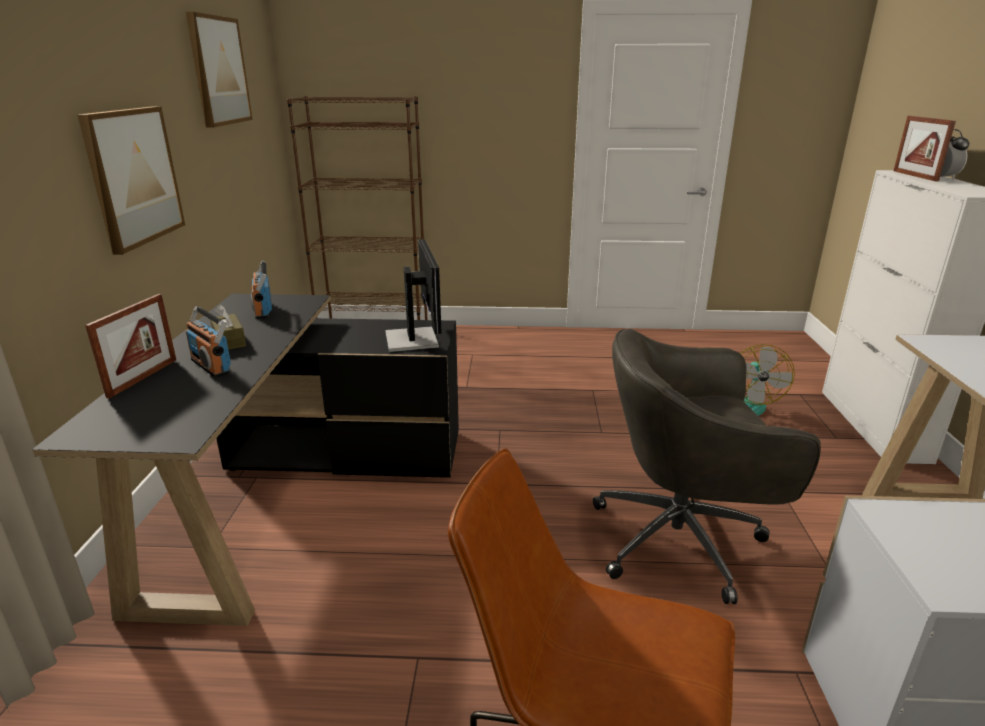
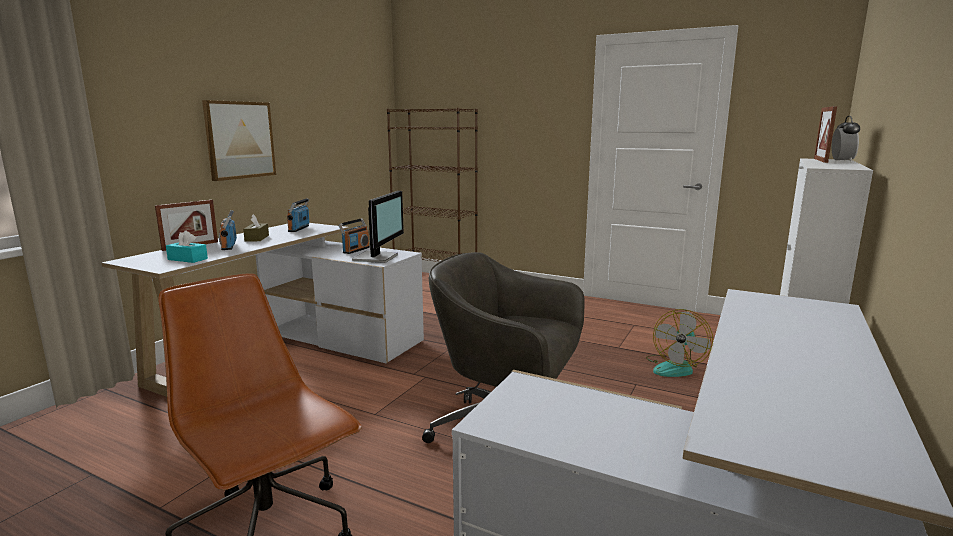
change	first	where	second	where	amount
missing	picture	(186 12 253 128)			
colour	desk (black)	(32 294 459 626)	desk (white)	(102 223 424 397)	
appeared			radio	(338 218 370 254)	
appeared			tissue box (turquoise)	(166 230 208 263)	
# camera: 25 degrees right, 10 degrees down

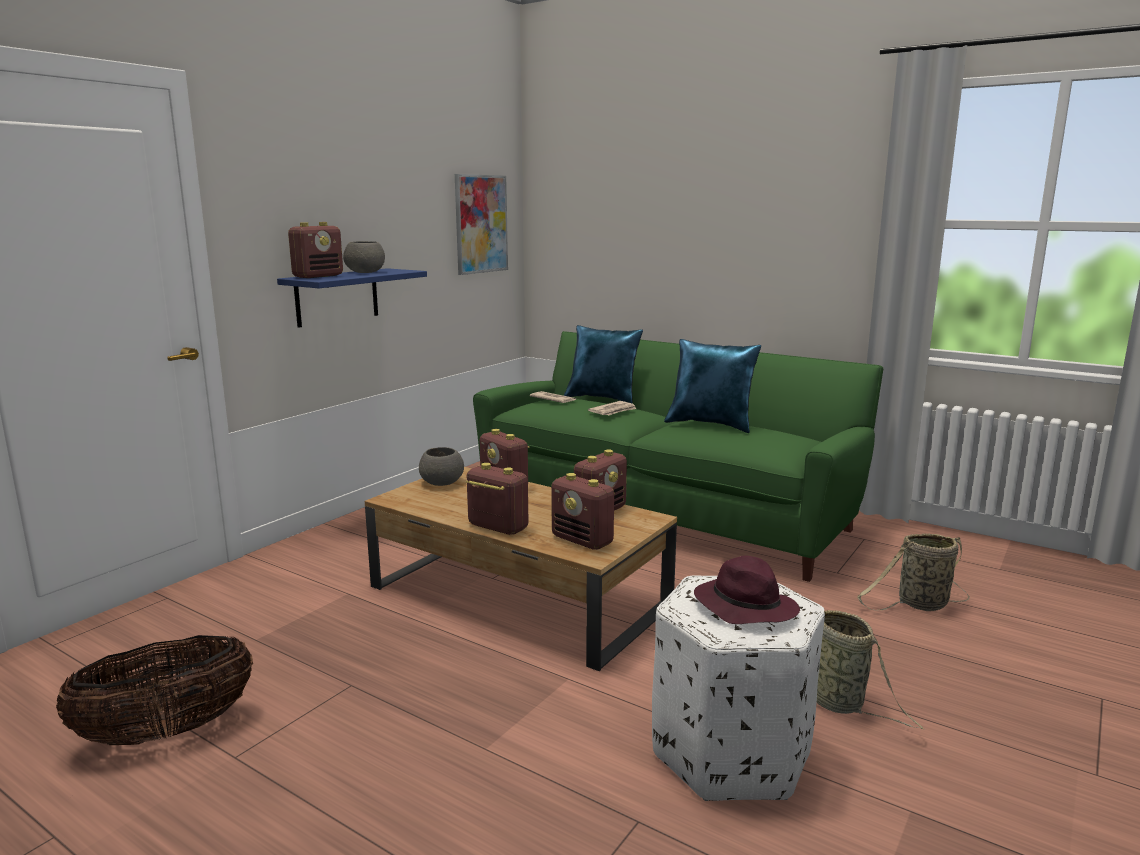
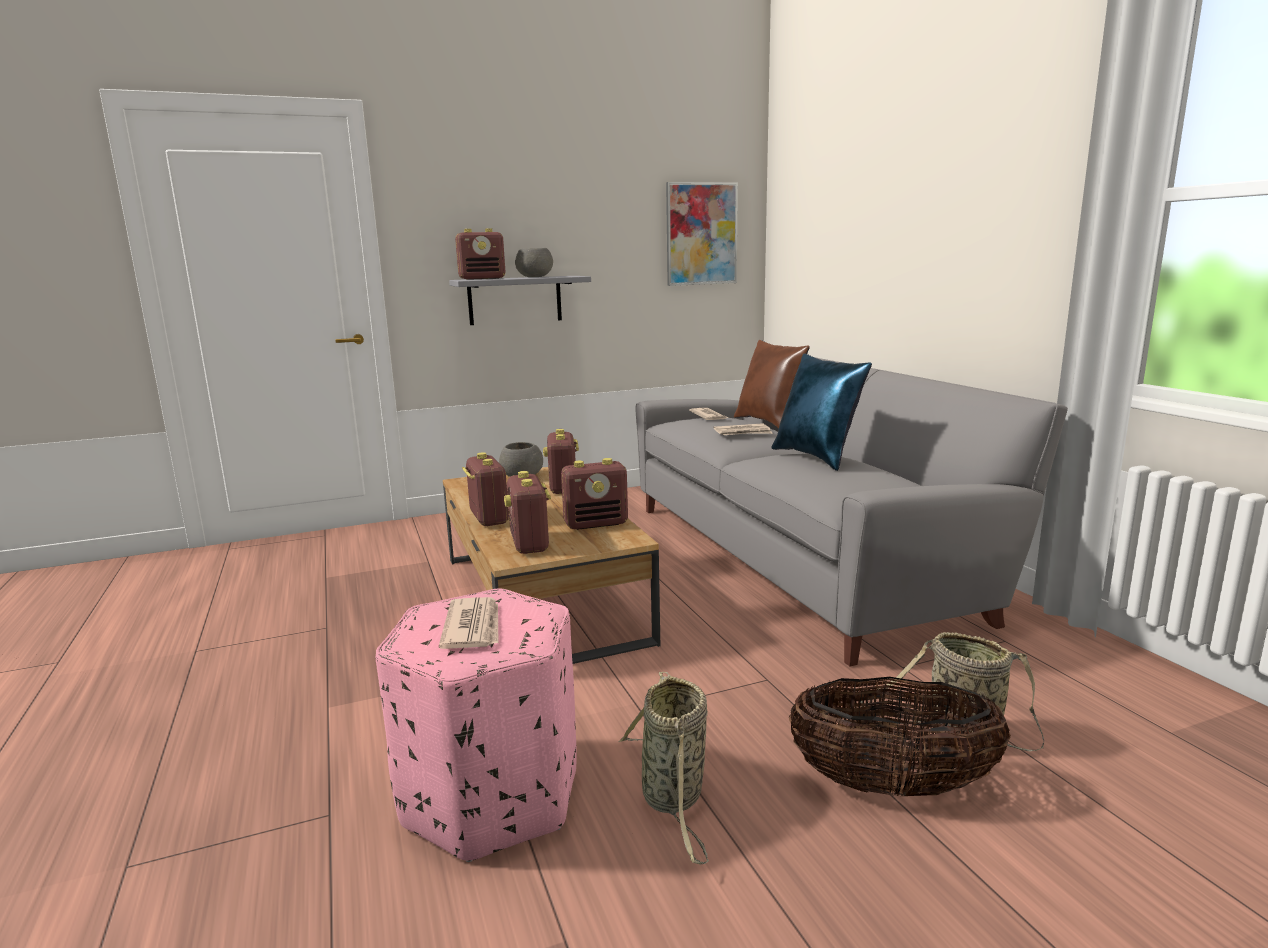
change	first	where	second	where	amount
colour	shelf (blue)	(277 268 427 328)	shelf (grey)	(449 276 591 325)	
colour	pillow (blue)	(564 325 643 404)	pillow (brown)	(734 340 810 428)	
colour	sofa (green)	(473 331 883 582)	sofa (grey)	(635 357 1068 666)	
exchanged	hat (purple)	(694 556 800 624)	newspaper	(439 597 499 649)	
colour	ottoman (white)	(652 576 825 801)	ottoman (pink)	(376 588 577 862)	
relocated	basket	(56 635 253 745)		(789 677 1011 796)	
# camera: 35 degrees right, 0 degrees up

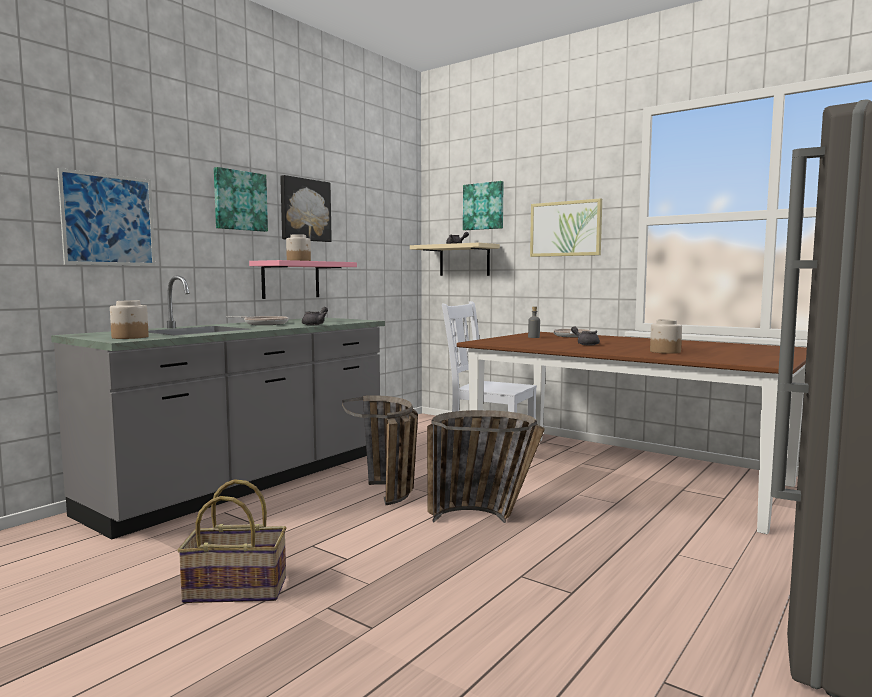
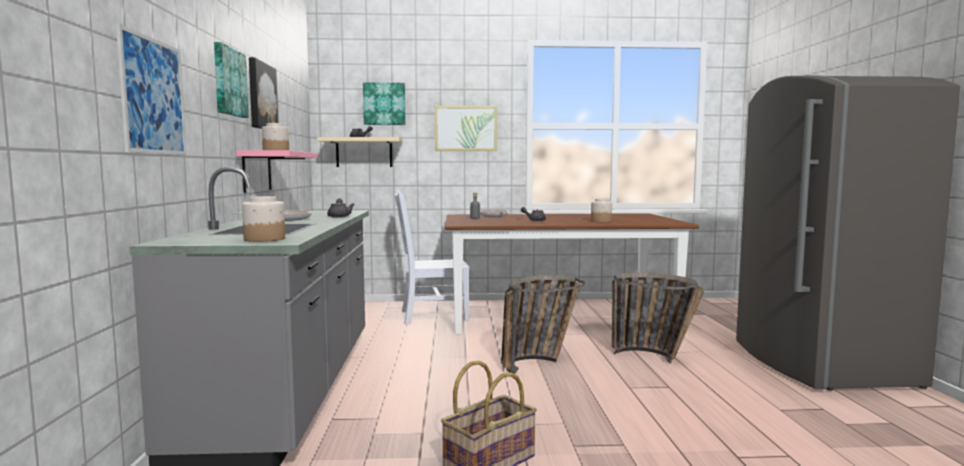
change	first	where	second	where	amount
relocated	basket	(342 395 418 505)		(612 273 704 363)	
# camera: 40 degrees left, 0 degrees up

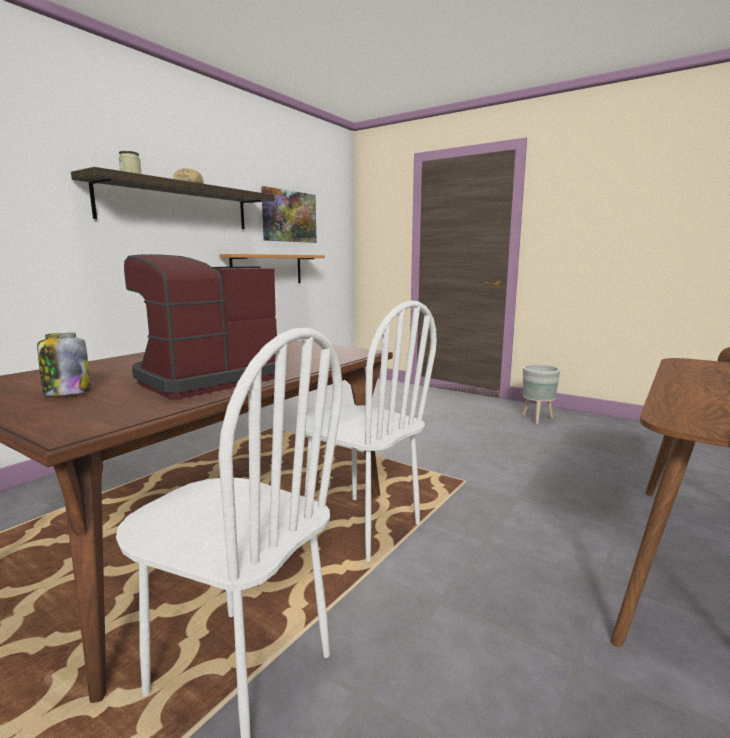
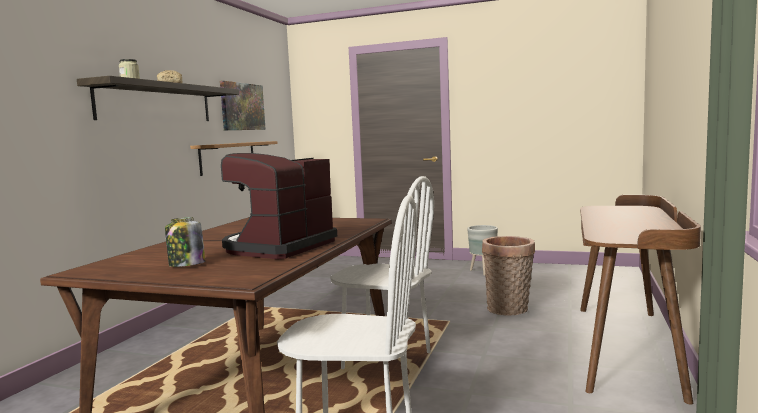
change	first	where	second	where	amount
appeared			basket	(482 236 535 316)	
# camera: 15 degrees left, 5 degrees down

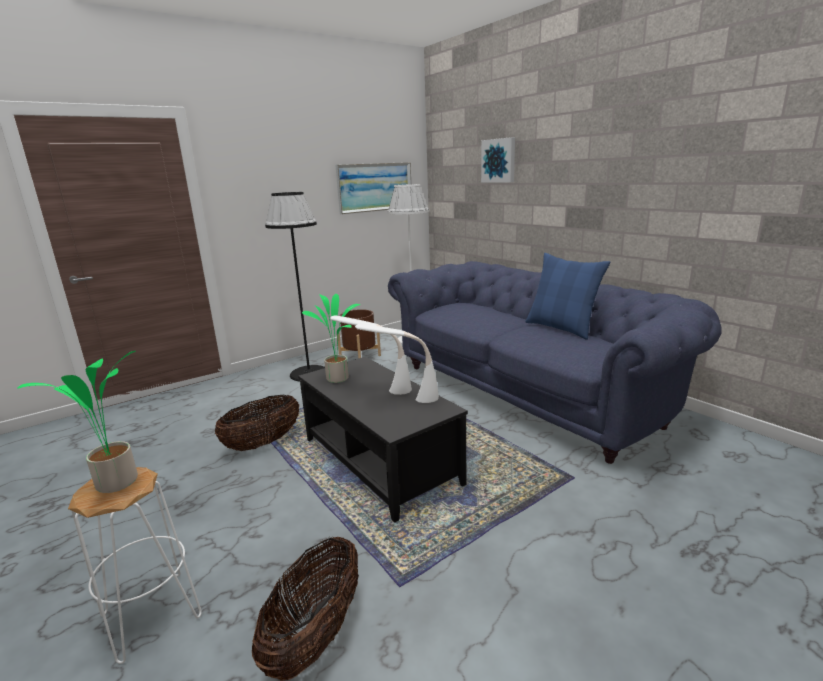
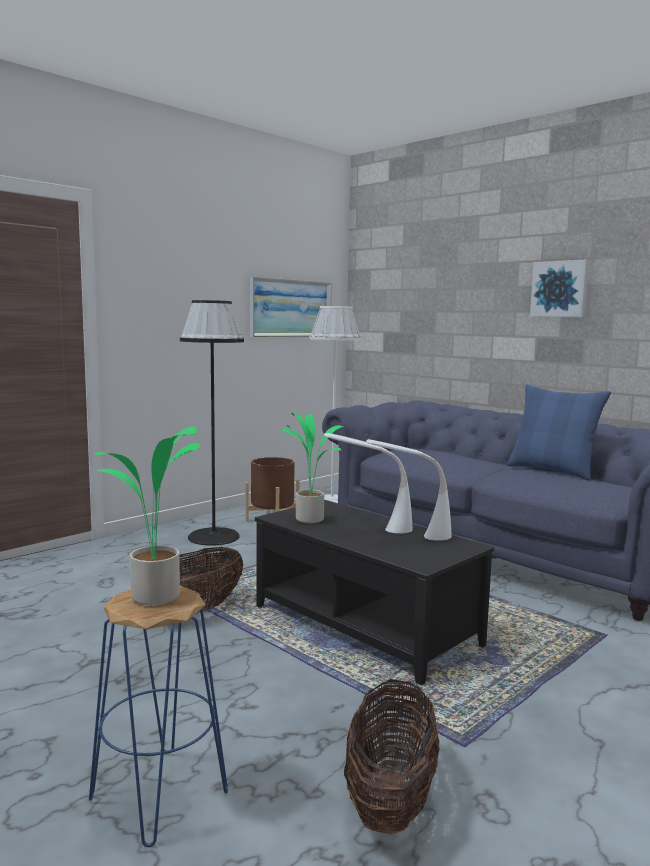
change	first	where	second	where	amount
relocated	picture	(481 137 515 183)		(530 260 589 317)	
colour	stool (white)	(68 467 202 664)	stool (blue)	(89 586 228 847)	
# camera: 10 degrees left, 10 degrees down

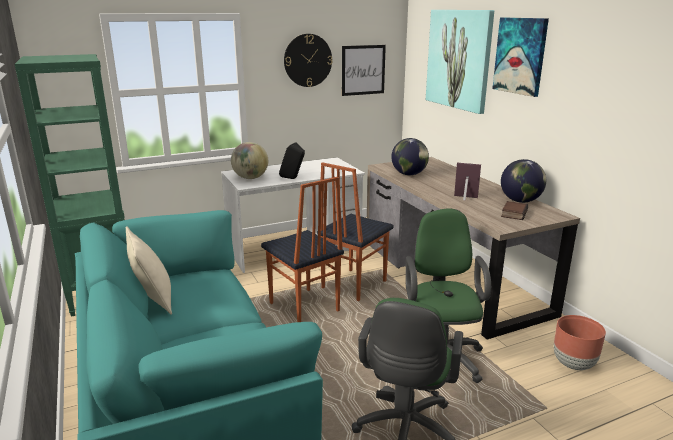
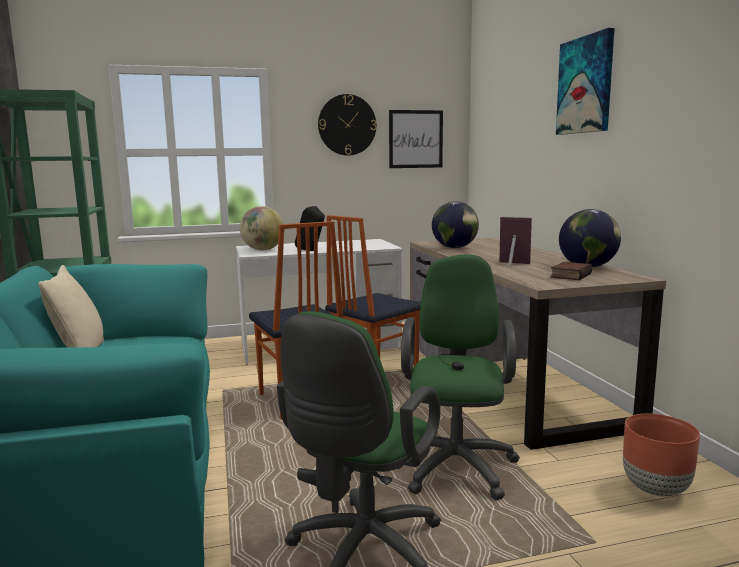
change	first	where	second	where	amount
missing	picture	(426 10 494 114)			
# camera: 10 degrees right, 10 degrees down

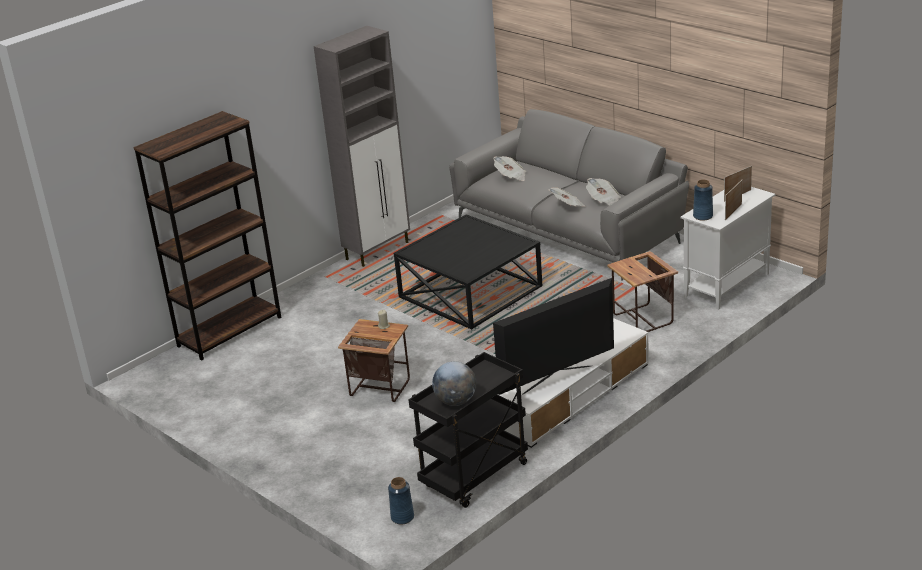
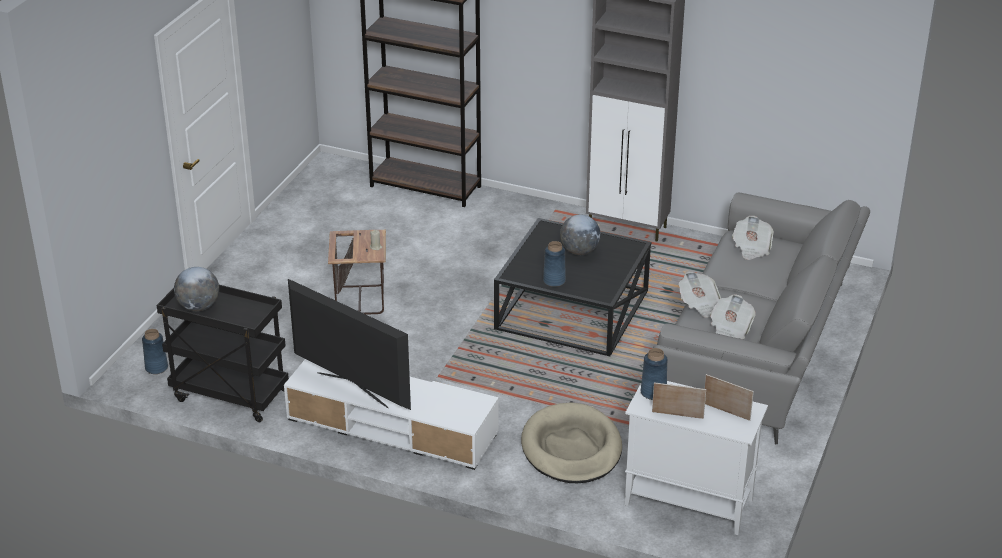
change	first	where	second	where	amount
exchanged	side table	(607 251 678 332)	dog bed (beige)	(521 402 622 483)	
appeared			globe	(560 214 601 255)	
appeared			vase (blue)	(543 241 566 287)	
# camera: 65 degrees right, 5 degrees up

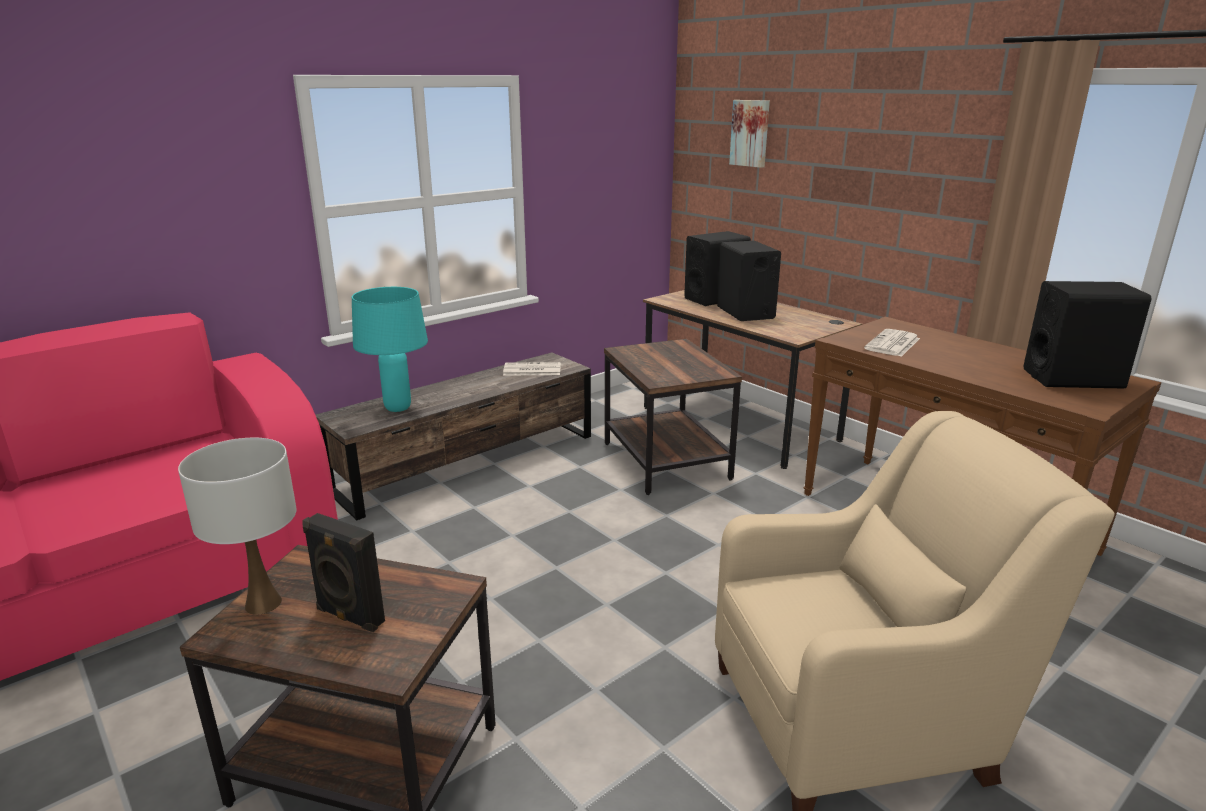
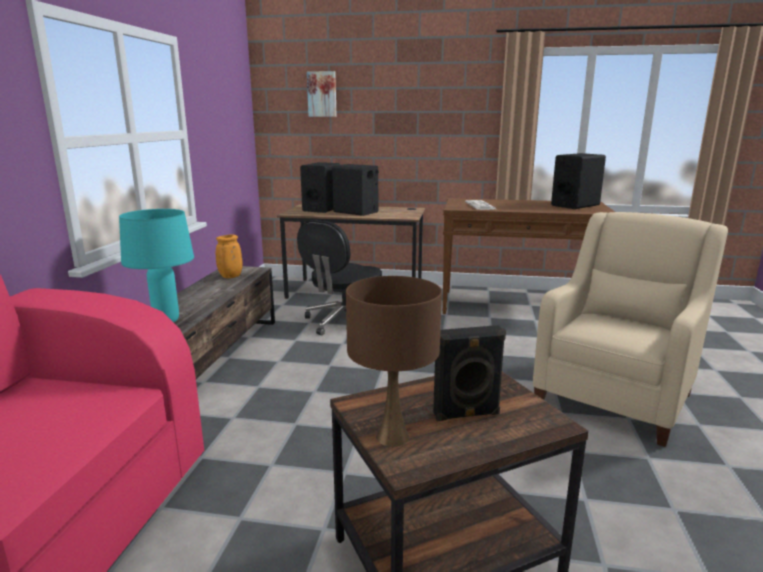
change	first	where	second	where	amount
exchanged	side table (brown)	(604 339 742 495)	office chair (black)	(297 220 382 336)	
exchanged	newspaper	(503 362 561 376)	vase (orange)	(216 234 243 278)	
colour	table lamp (white)	(178 438 297 615)	table lamp (brown)	(346 276 442 447)	
# camera: 40 degrees left, 5 degrees down

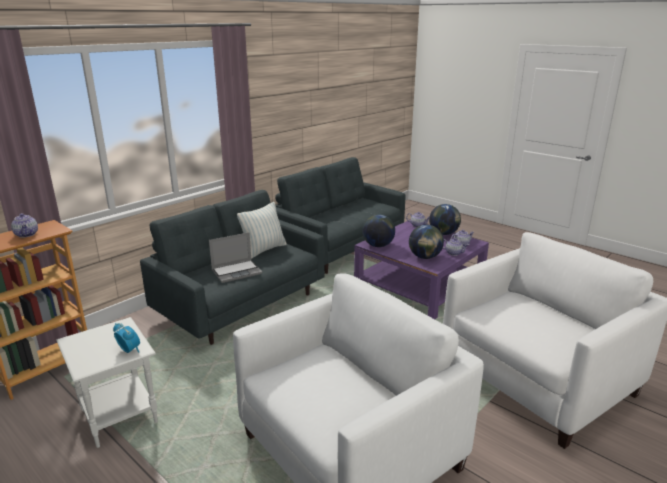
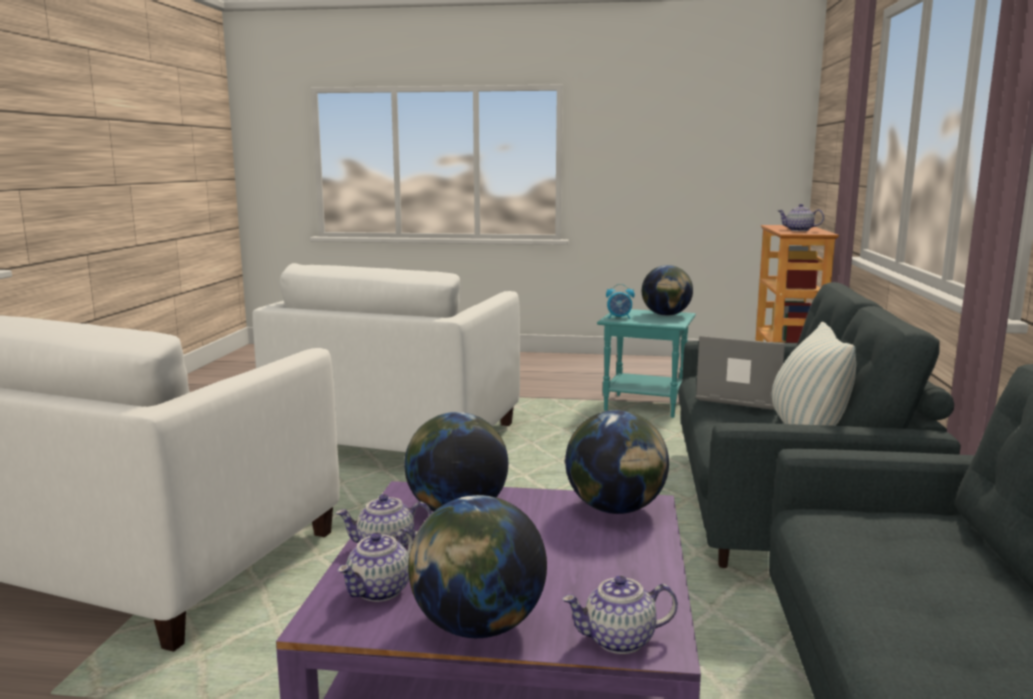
change	first	where	second	where	amount
spun	laptop	(209 232 262 283)		(696 335 785 410)	90 degrees clockwise
colour	side table (white)	(56 317 158 448)	side table (turquoise)	(597 309 696 418)	
appeared			globe	(642 265 693 316)	
# camera: 145 degrees right, 10 degrees down

